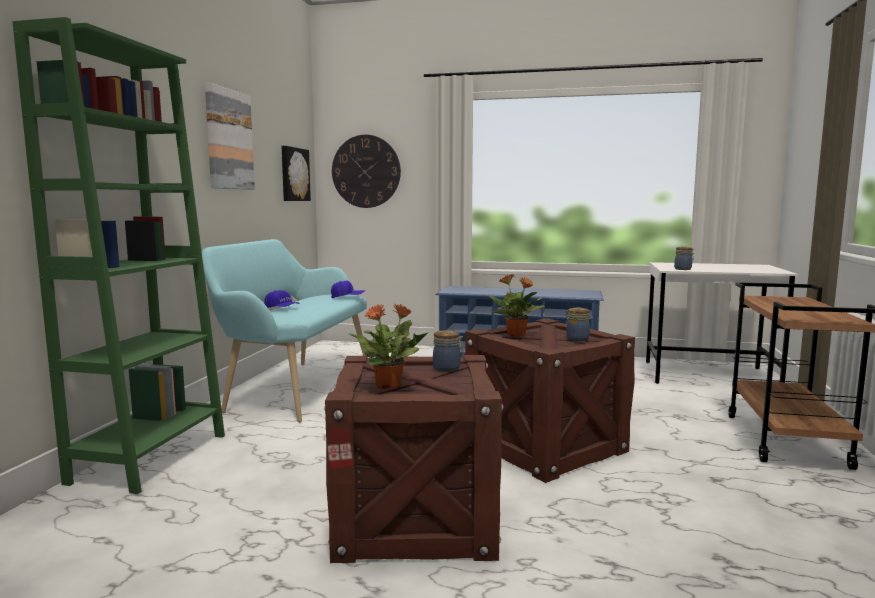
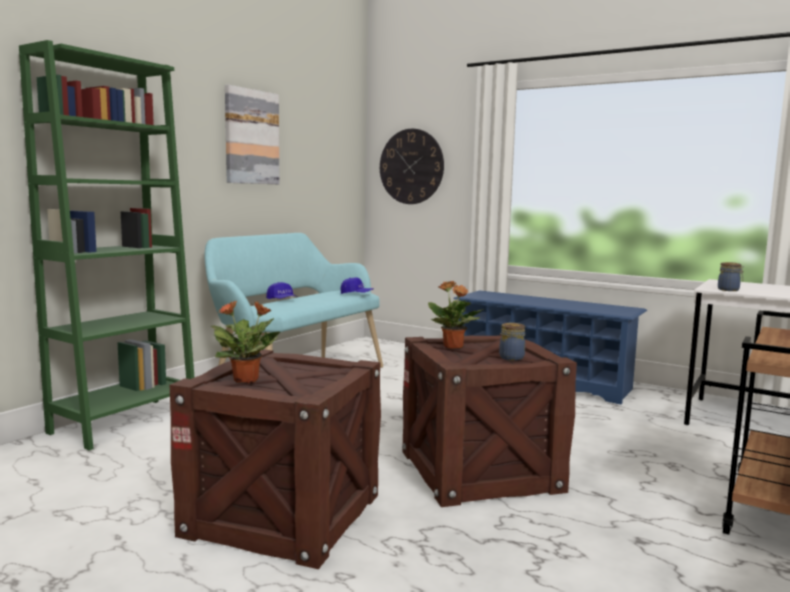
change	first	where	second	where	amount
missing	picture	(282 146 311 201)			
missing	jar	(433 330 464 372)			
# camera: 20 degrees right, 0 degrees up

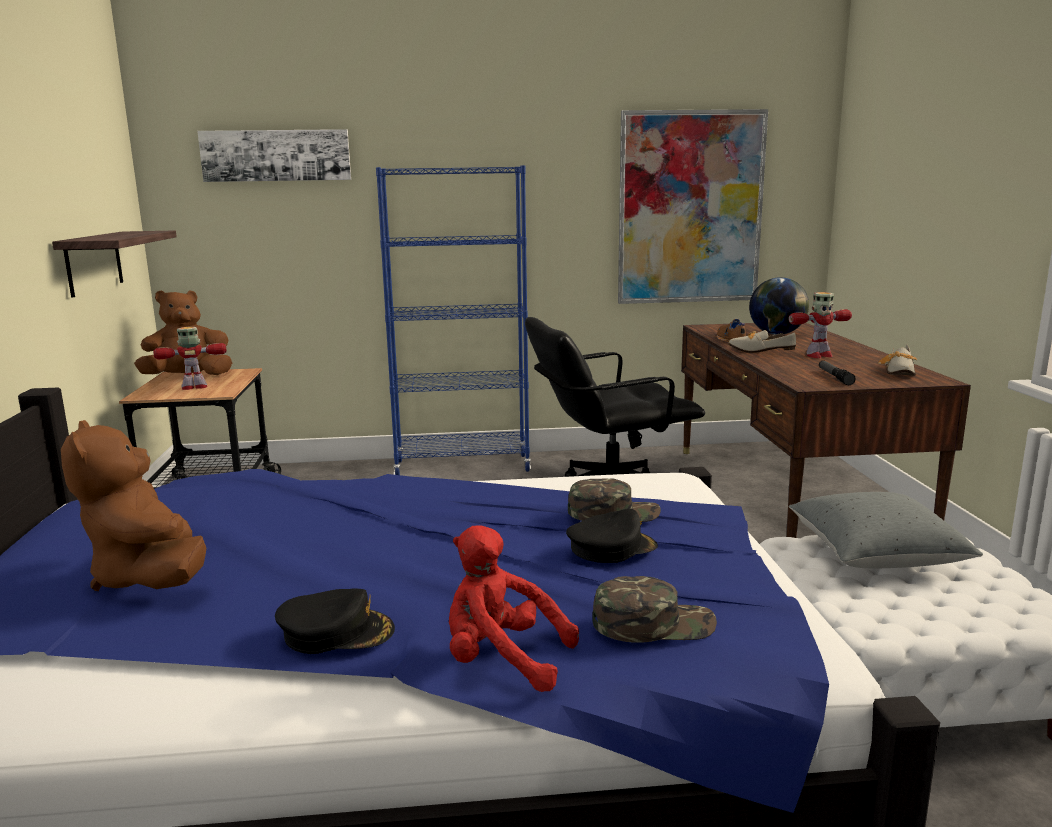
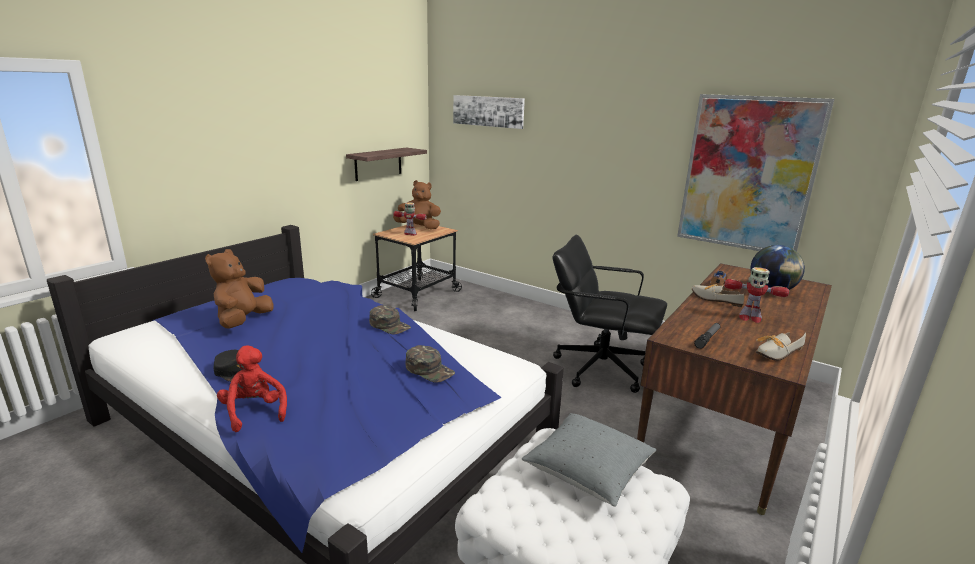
change	first	where	second	where	amount
missing	bookcase (blue)	(376 165 531 475)			
missing	cap (black)	(566 509 658 563)			
relocated	cap (green)	(592 576 717 643)		(369 305 411 334)	
# camera: 40 degrees right, 5 degrees up

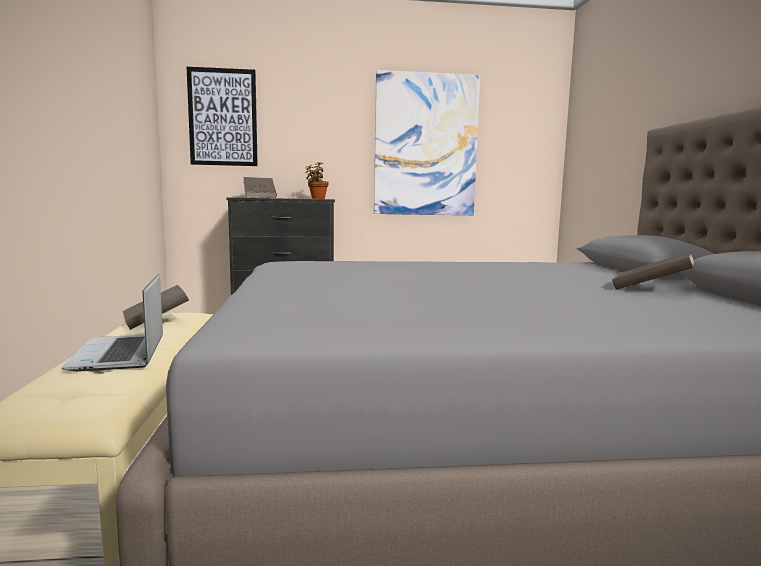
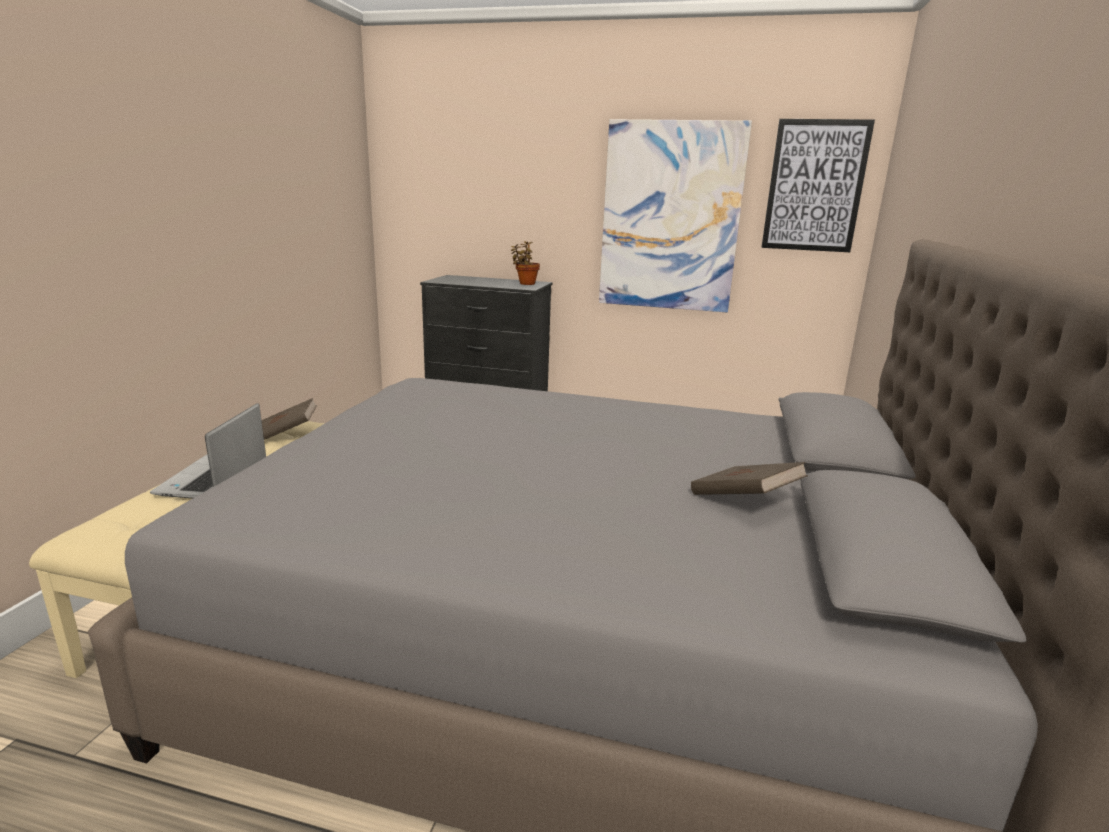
change	first	where	second	where	amount
relocated	picture	(187 67 258 166)		(761 119 875 252)	
missing	book (brown)	(243 177 277 198)			
# camera: 20 degrees right, 10 degrees up

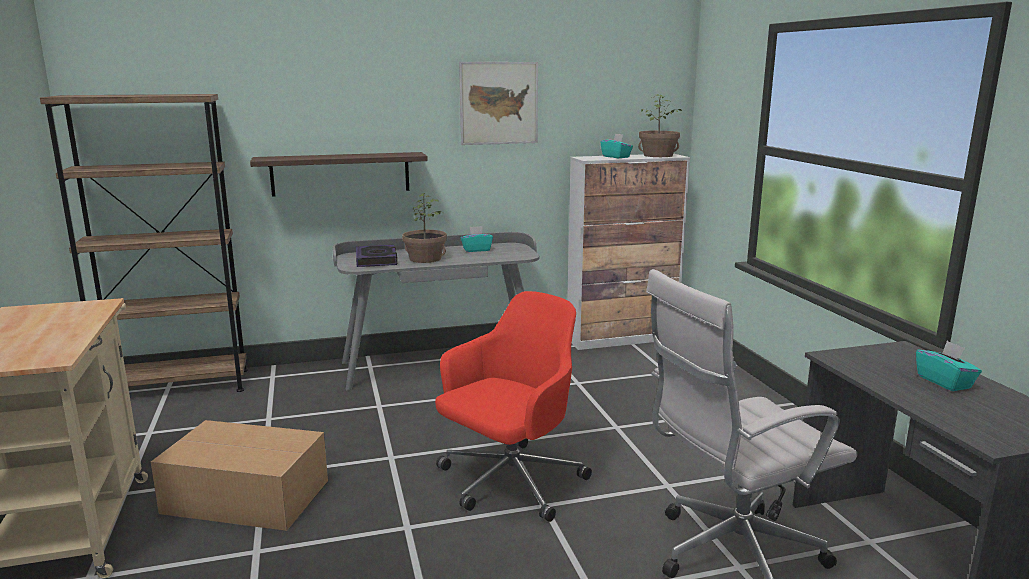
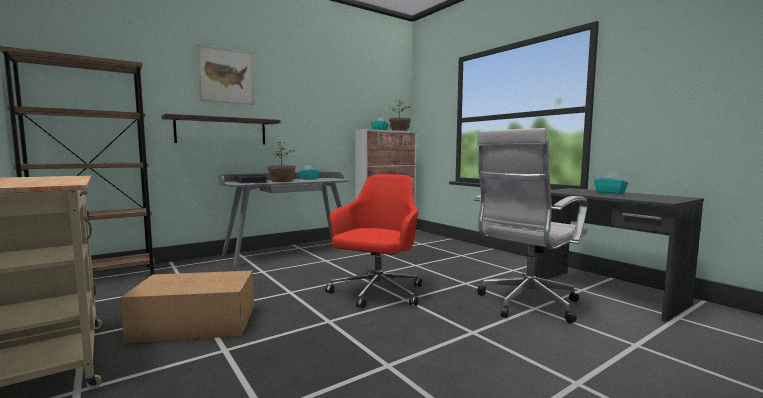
change	first	where	second	where	amount
relocated	picture	(459 62 538 145)		(196 44 255 105)	
# camera: 20 degrees left, 10 degrees down

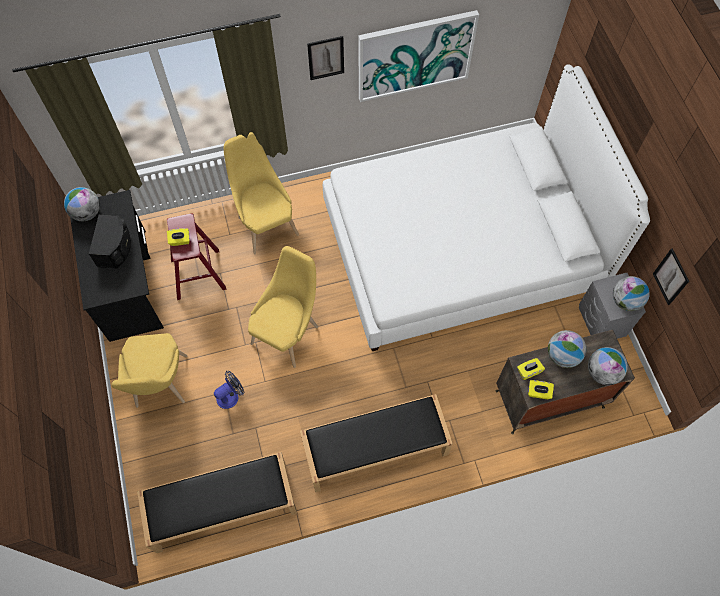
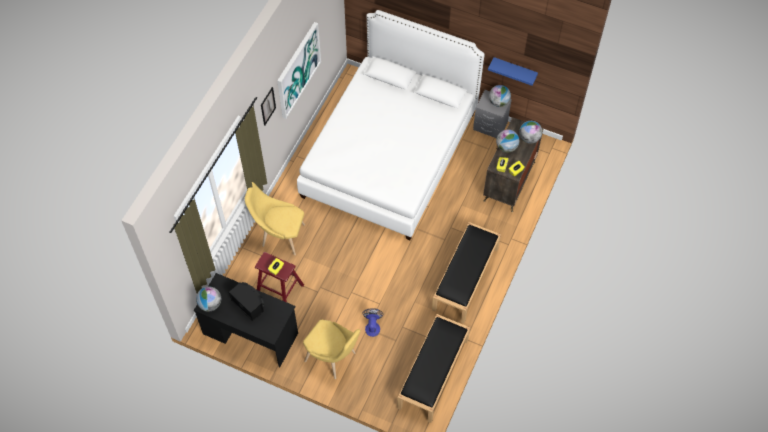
change	first	where	second	where	amount
missing	chair (yellow)	(248 246 318 368)			
exchanged	picture	(653 248 689 305)	shelf (blue)	(488 57 538 86)	
# camera: 50 degrees left, 5 degrees down

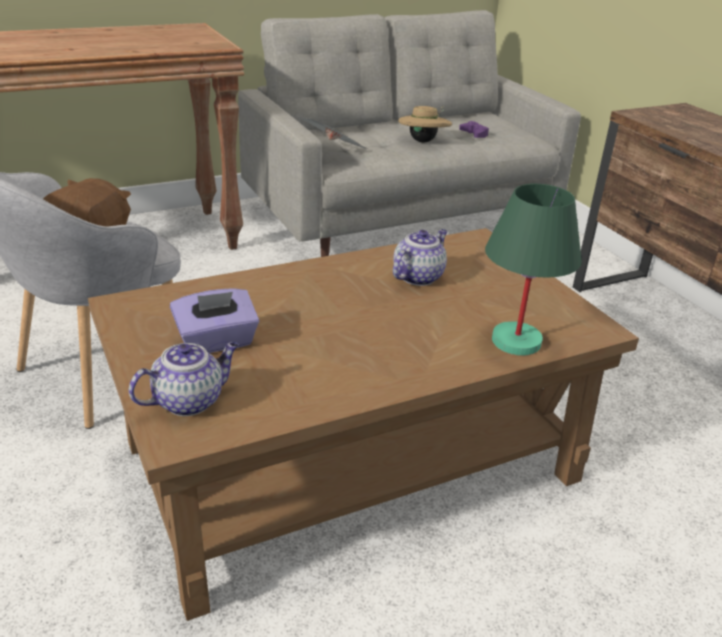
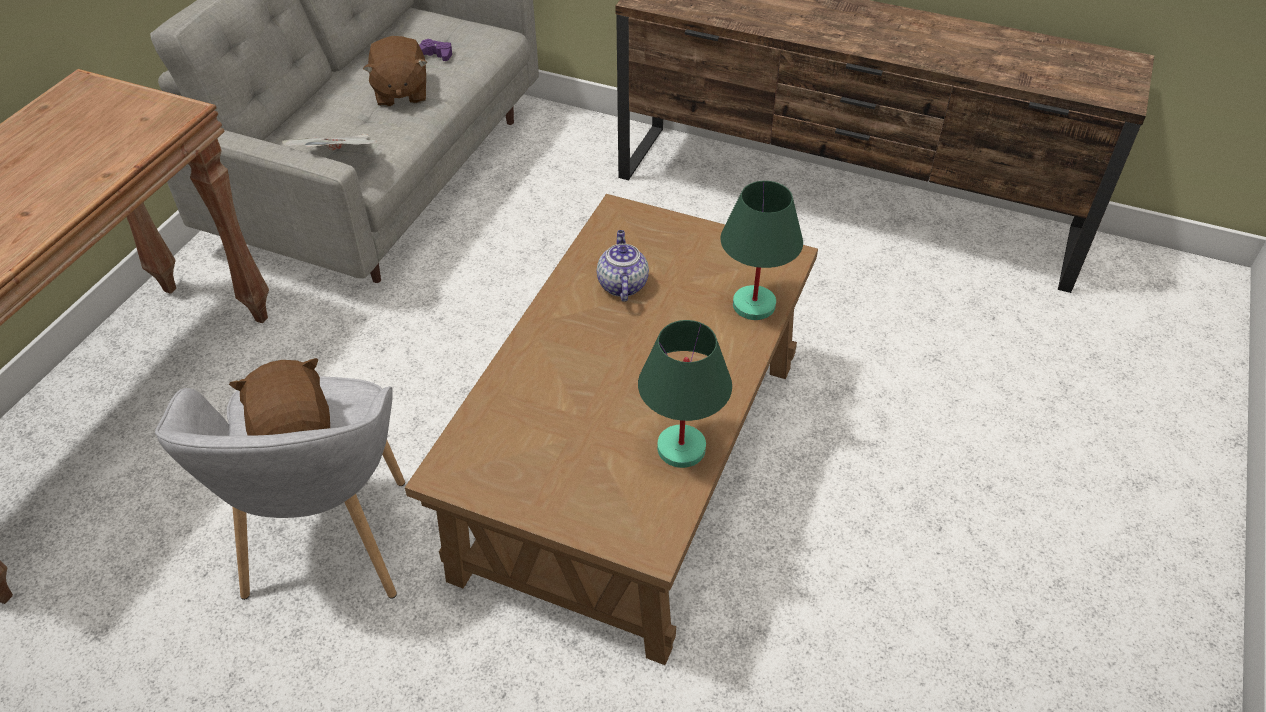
change	first	where	second	where	amount
exchanged	hat (beige)	(398 106 452 142)	plush toy (brown)	(363 36 427 107)	
missing	tissue box (purple)	(170 288 259 353)			
missing	teapot	(129 342 239 416)			
appeared			table lamp (green)	(638 320 732 468)	
# camera: 40 degrees left, 15 degrees up

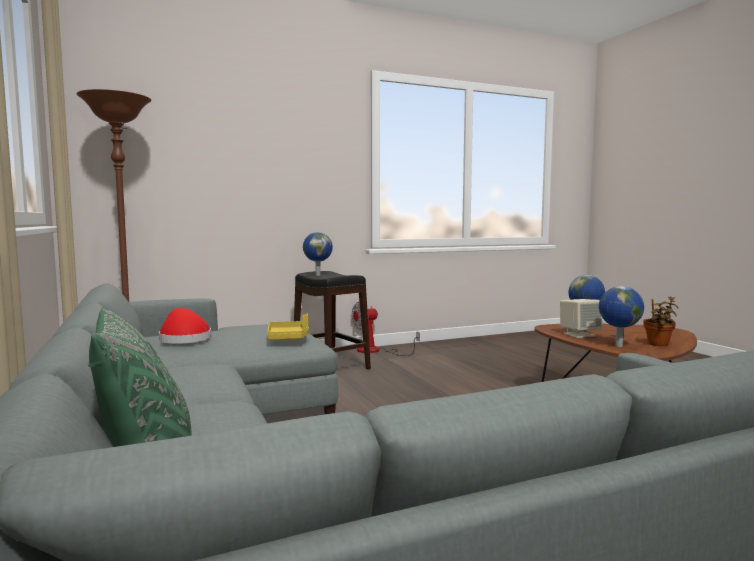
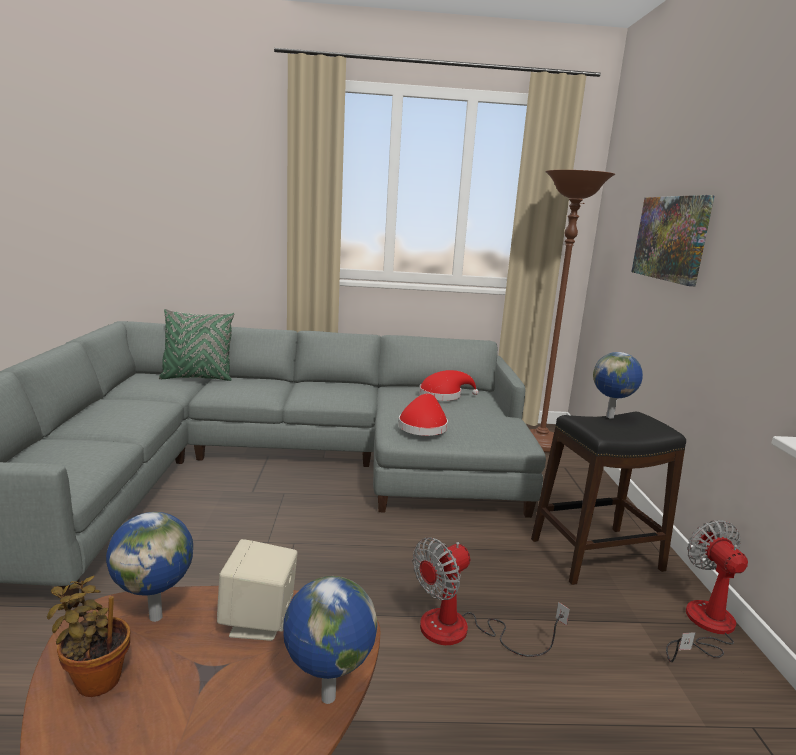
change	first	where	second	where	amount
exchanged	tray (yellow)	(267 314 309 340)	hat (red)	(398 394 448 436)	
appeared			picture	(631 195 715 286)	
appeared			fan	(412 537 570 657)	
# camera: 110 degrees right, 10 degrees up

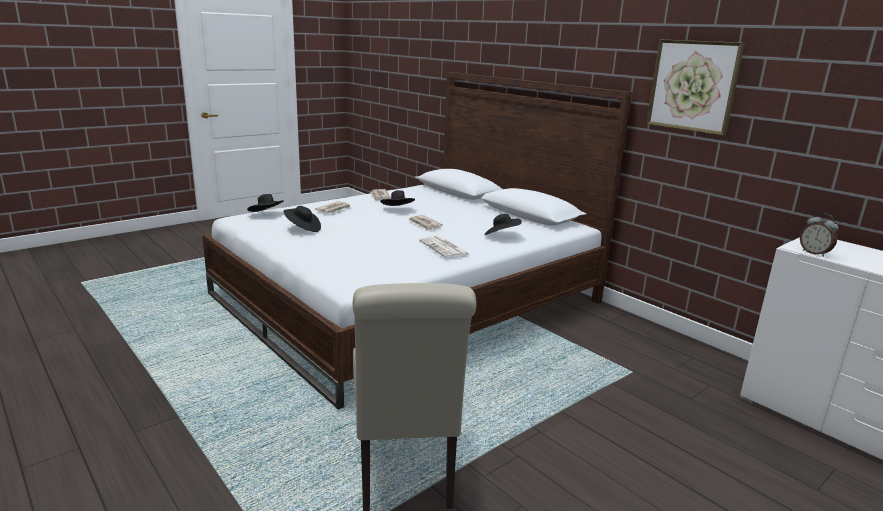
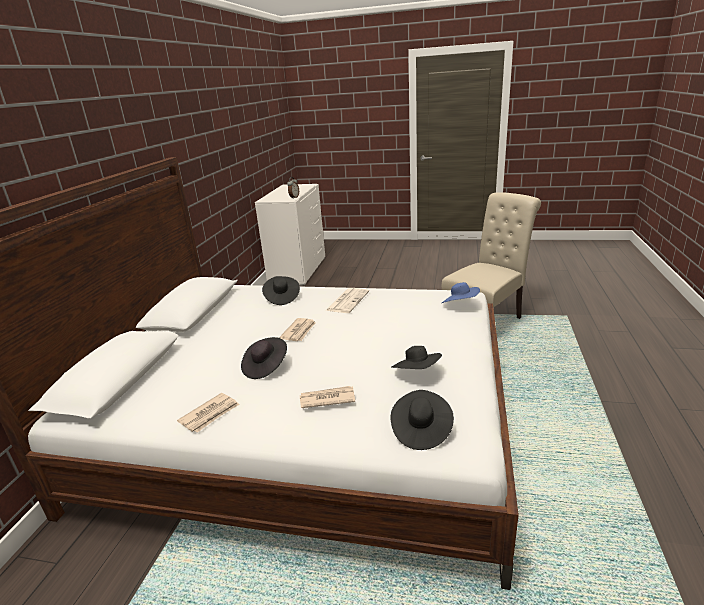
change	first	where	second	where	amount
missing	picture	(646 39 745 136)			
appeared			hat (blue)	(442 282 480 303)	
# camera: 125 degrees left, 5 degrees up

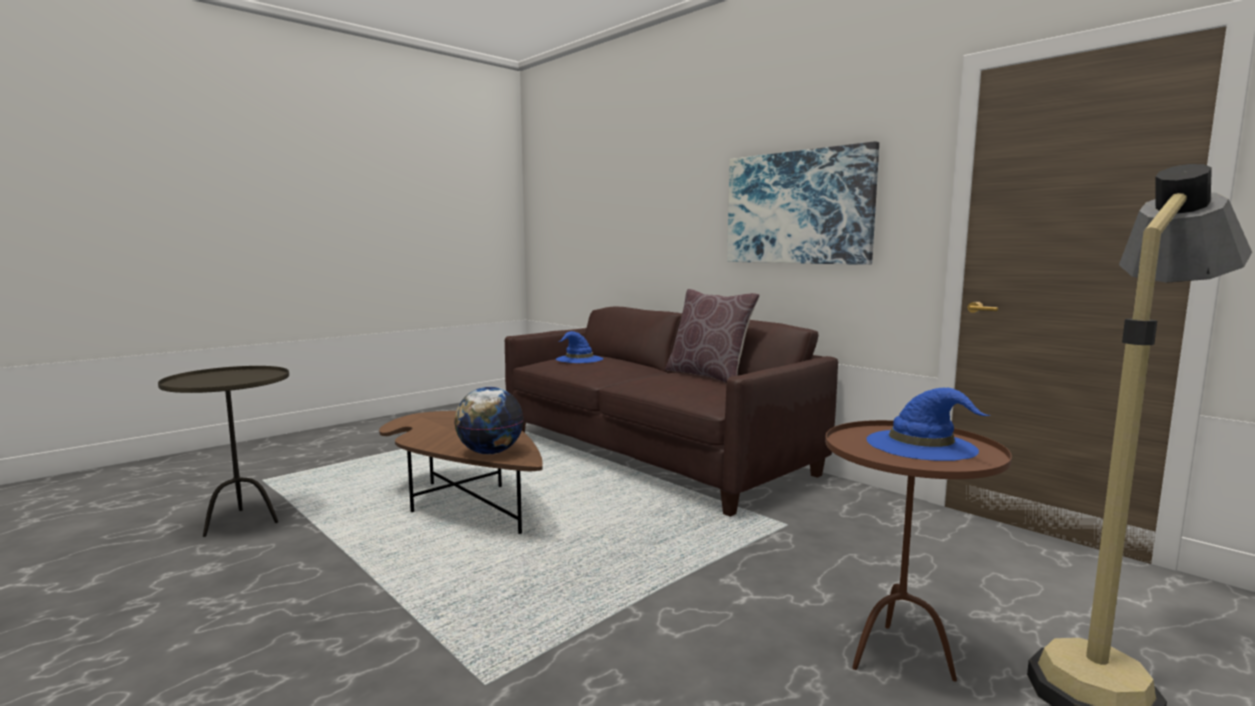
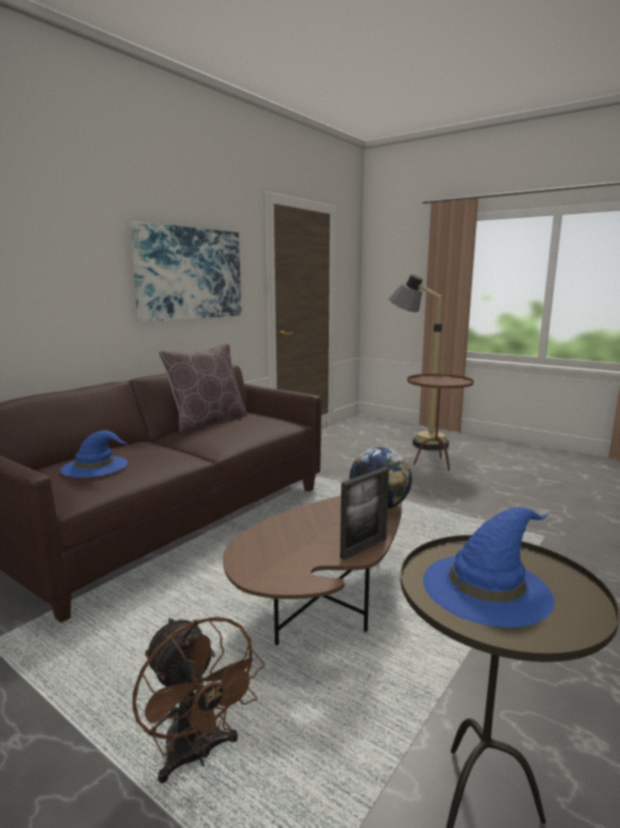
change	first	where	second	where	amount
relocated	hat (blue)	(866 387 990 461)		(423 507 554 628)	
appeared			picture frame	(340 467 389 560)	
appeared			fan (brown)	(132 617 265 783)	
# camera: 100 degrees left, 5 degrees up

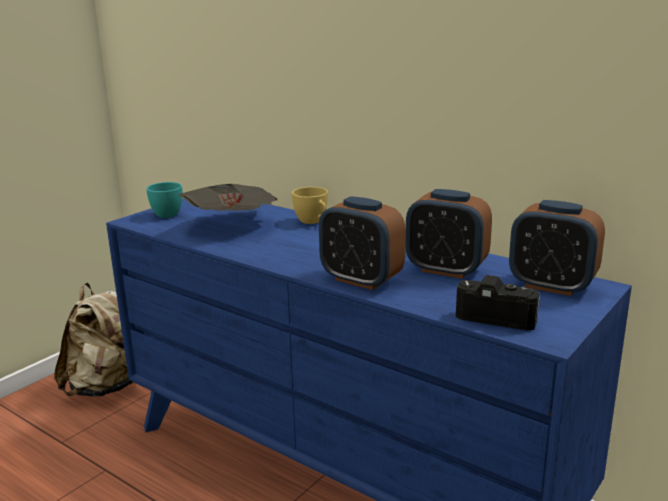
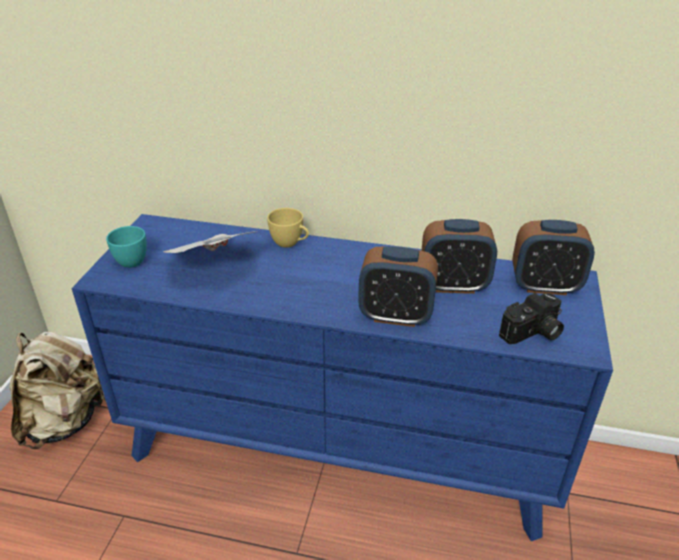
change	first	where	second	where	amount
spun	photo camera	(456 275 540 330)		(499 293 564 344)	150 degrees clockwise
# camera: 25 degrees left, 15 degrees up

